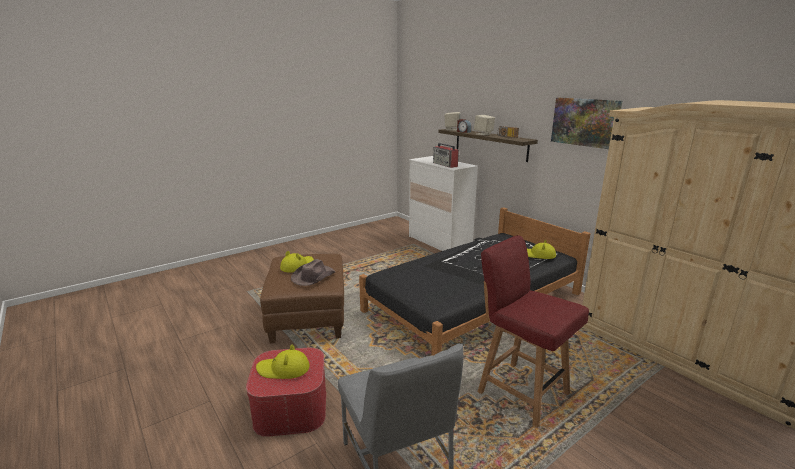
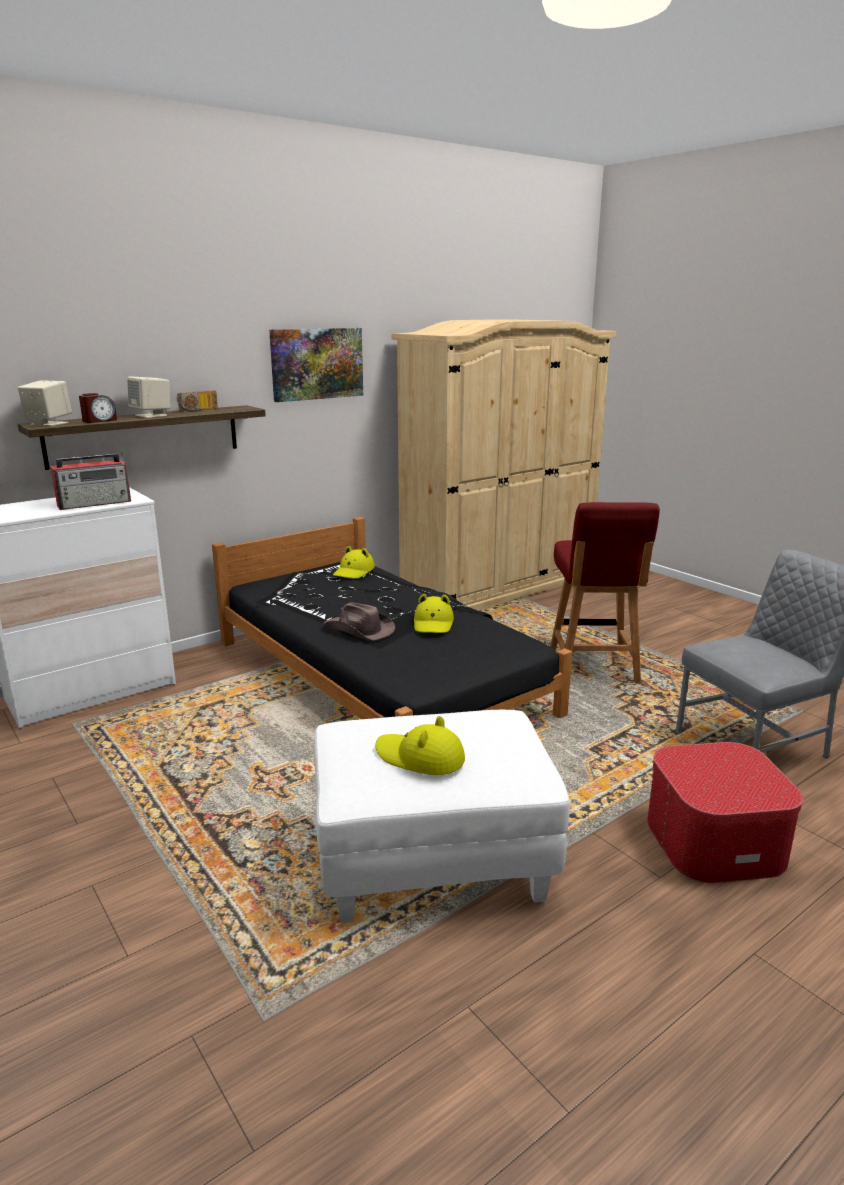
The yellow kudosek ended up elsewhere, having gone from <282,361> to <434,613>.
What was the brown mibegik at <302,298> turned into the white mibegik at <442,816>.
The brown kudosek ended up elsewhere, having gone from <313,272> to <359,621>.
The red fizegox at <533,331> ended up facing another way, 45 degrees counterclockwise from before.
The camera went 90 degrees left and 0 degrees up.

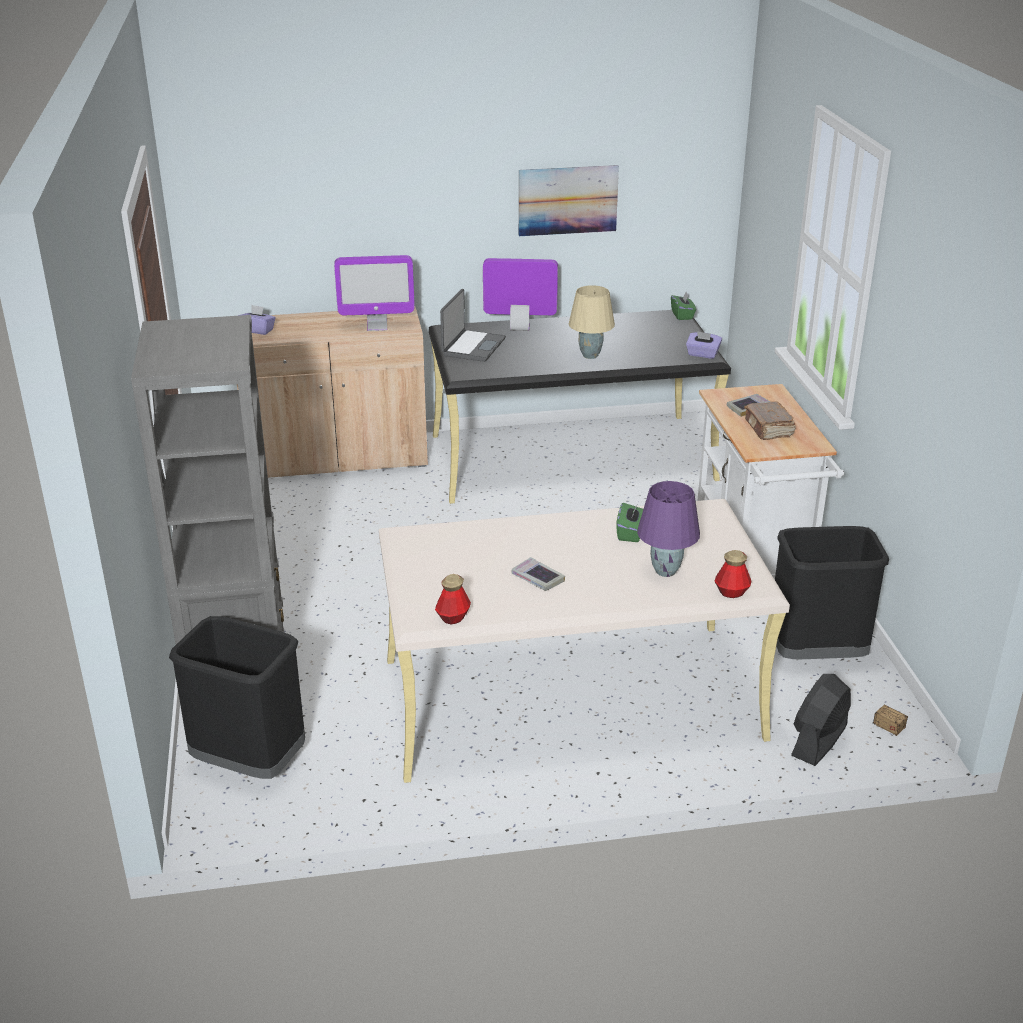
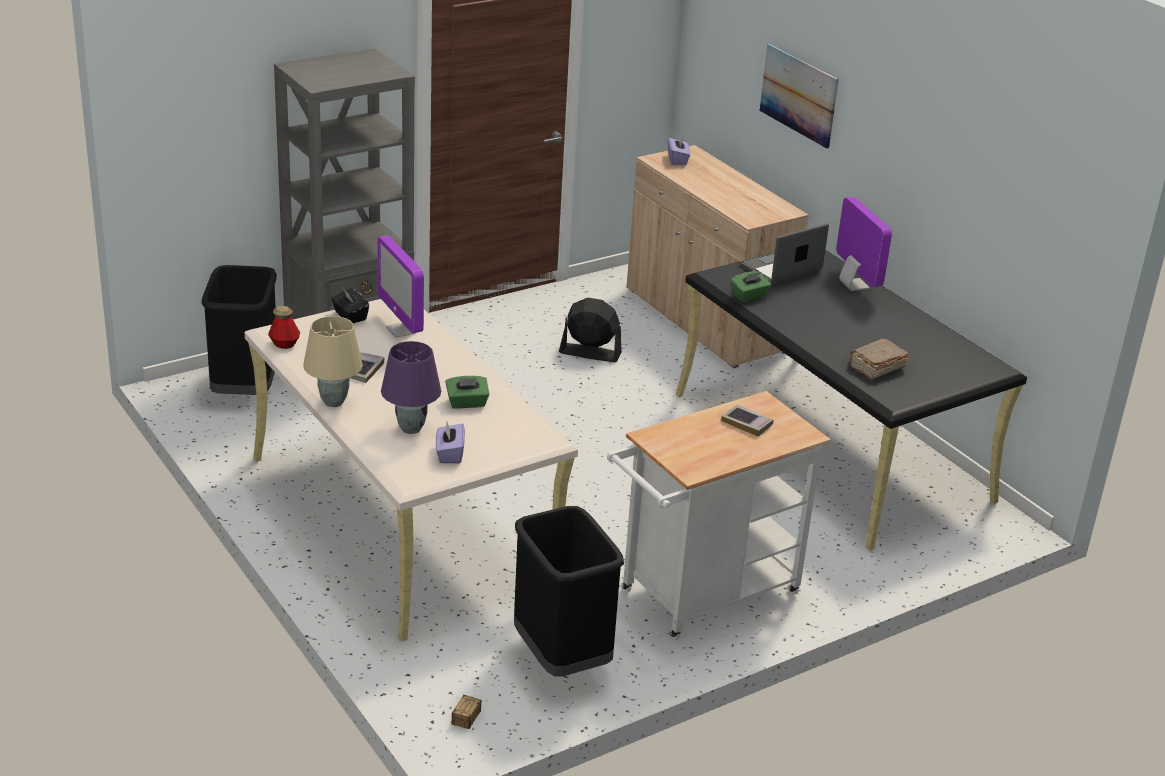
The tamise ended up elsewhere, having gone from <374,293> to <400,286>.
The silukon at <473,325> ended up facing another way, 150 degrees clockwise from before.
The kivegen ended up elsewhere, having gone from <569,200> to <799,96>.
The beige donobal ended up elsewhere, having gone from <592,322> to <333,361>.
The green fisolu ended up elsewhere, having gone from <683,306> to <751,286>.
The purple fisolu ended up elsewhere, having gone from <704,345> to <450,442>.
The second view lost the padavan at <732,574>.
The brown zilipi ended up elsewhere, having gone from <770,420> to <879,359>.
The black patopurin ended up elsewhere, having gone from <821,720> to <590,330>.
The second view gained the black fisolu at <350,305>.
The camera went 65 degrees right and 0 degrees up.

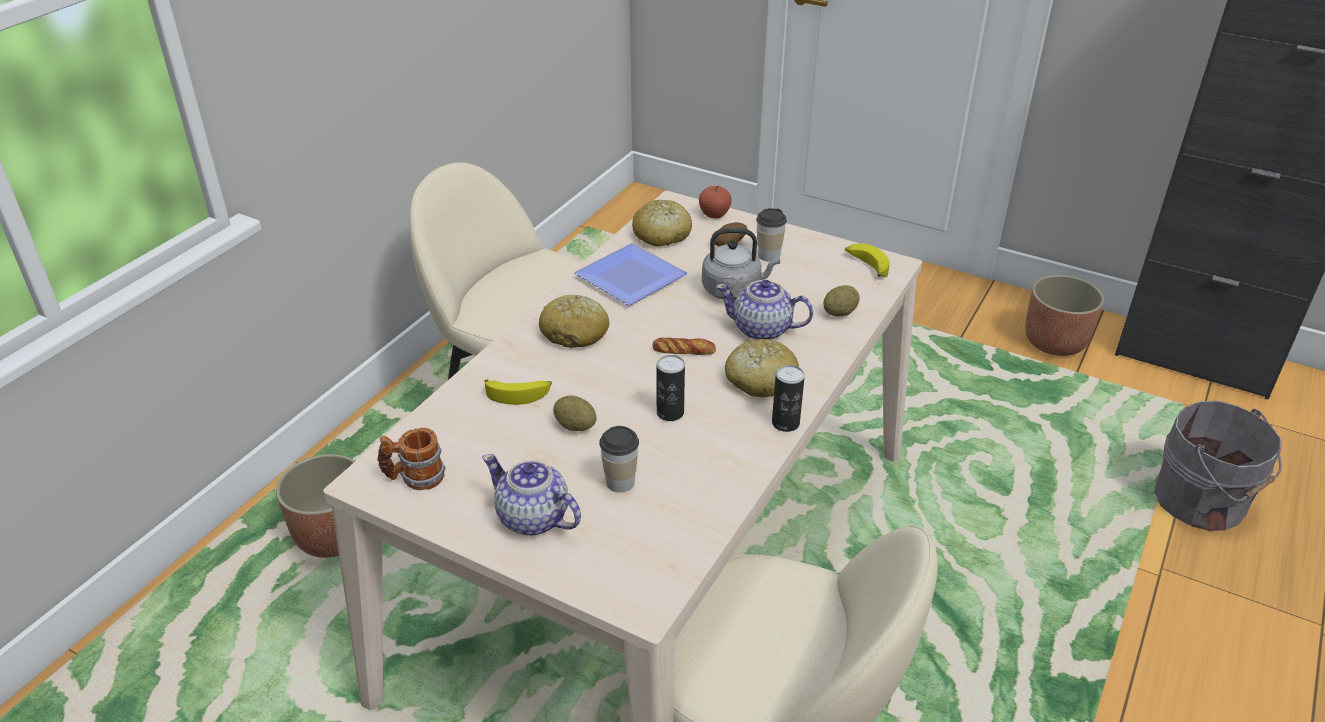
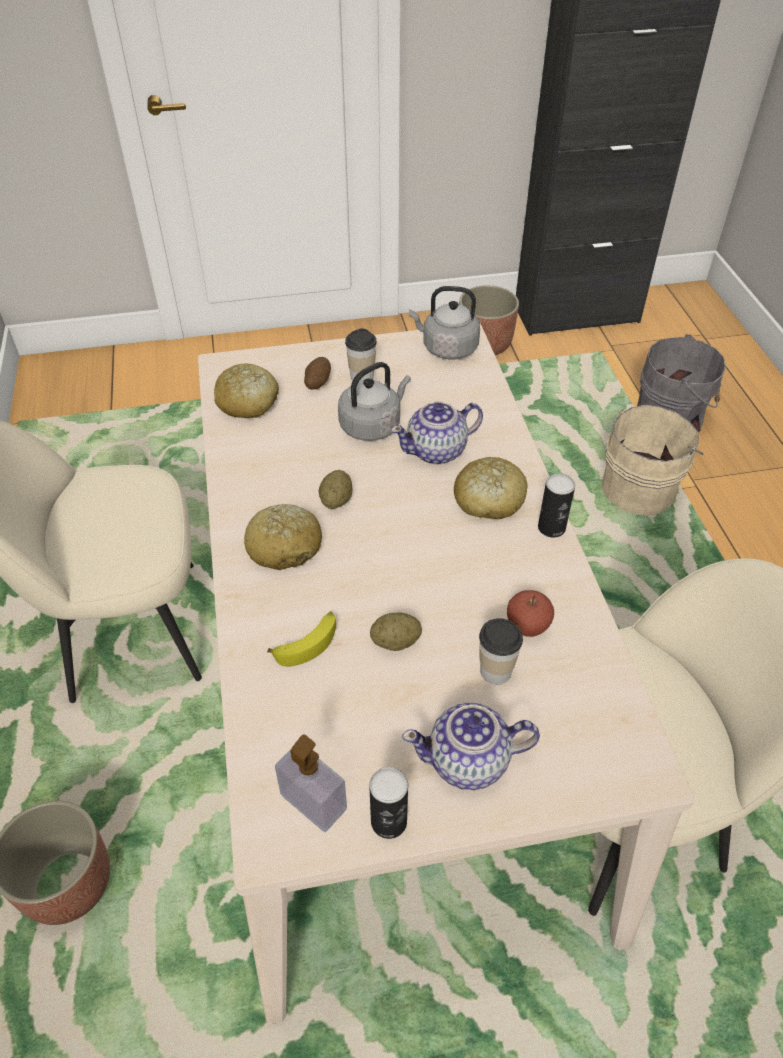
Where the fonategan stood at <411,459>, the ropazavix came to stand at <311,783>.
The second view lost the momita at <630,274>.
The second view lost the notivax at <684,346>.
The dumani ended up elsewhere, having gone from <671,388> to <388,803>.
The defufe ended up elsewhere, having gone from <715,202> to <530,613>.
The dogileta ended up elsewhere, having gone from <841,301> to <335,489>.
Where the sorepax stood at <867,260>, the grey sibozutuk came to stand at <444,322>.
The second view gained the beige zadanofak at <652,460>.
The camera went 40 degrees left and 10 degrees up.

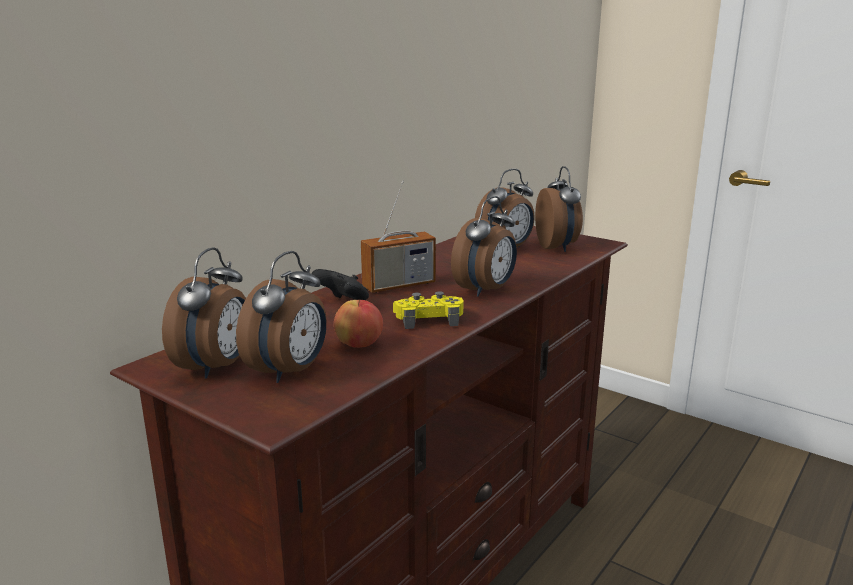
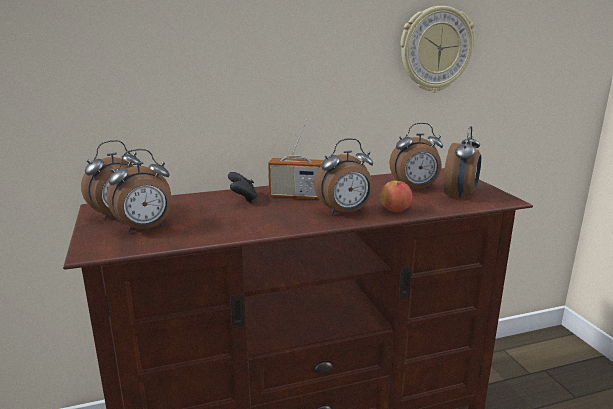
The defufe ended up elsewhere, having gone from <358,323> to <396,196>.
The second view lost the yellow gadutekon at <428,310>.
The second view gained the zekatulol at <437,49>.
The camera went 35 degrees right and 0 degrees up.

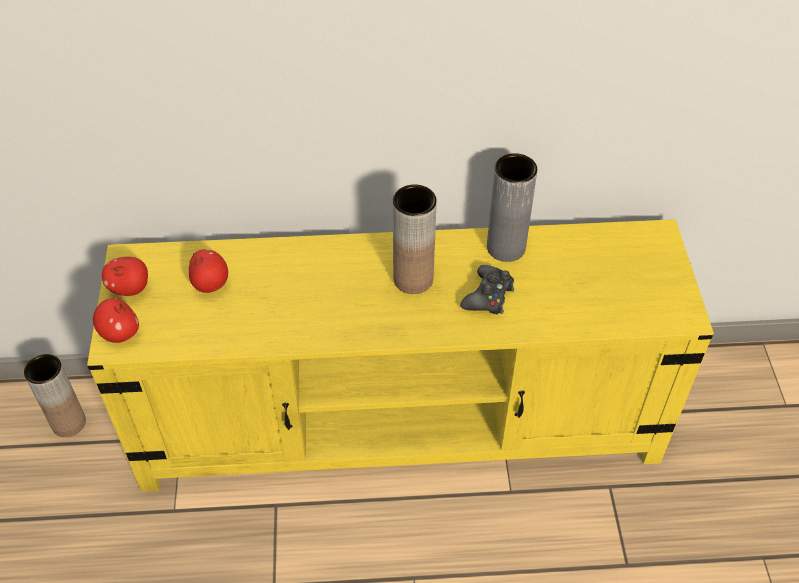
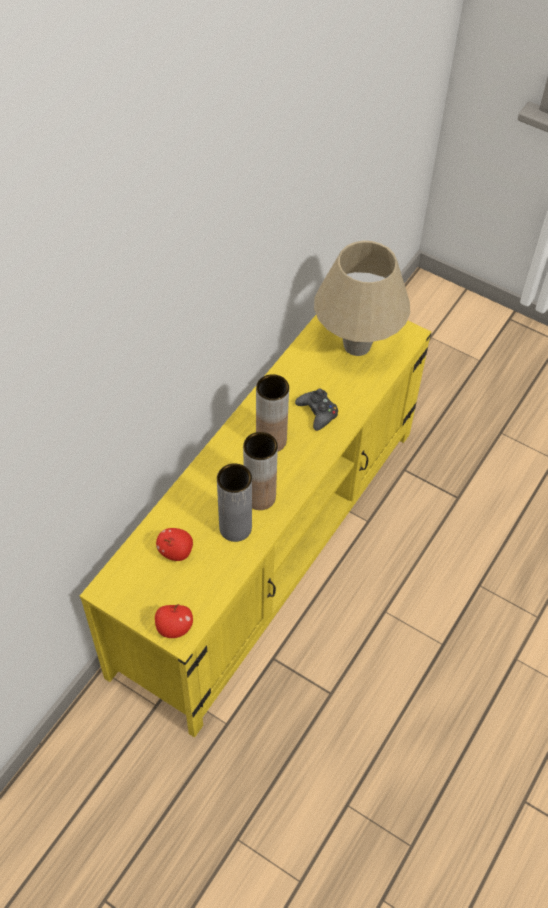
The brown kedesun ended up elsewhere, having gone from <55,395> to <260,471>.
The second view lost the defufe at <125,276>.
The grey kedesun ended up elsewhere, having gone from <512,207> to <234,502>.
The second view gained the beige donobal at <362,298>.
The camera went 55 degrees left and 5 degrees up.

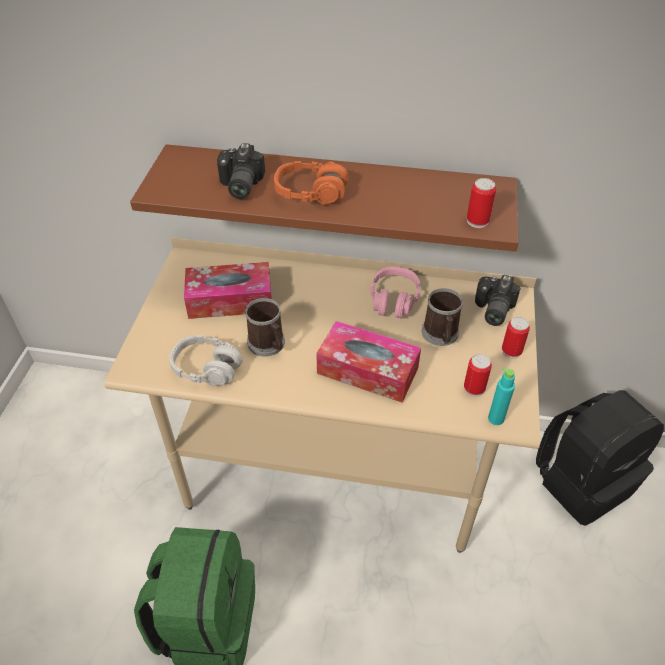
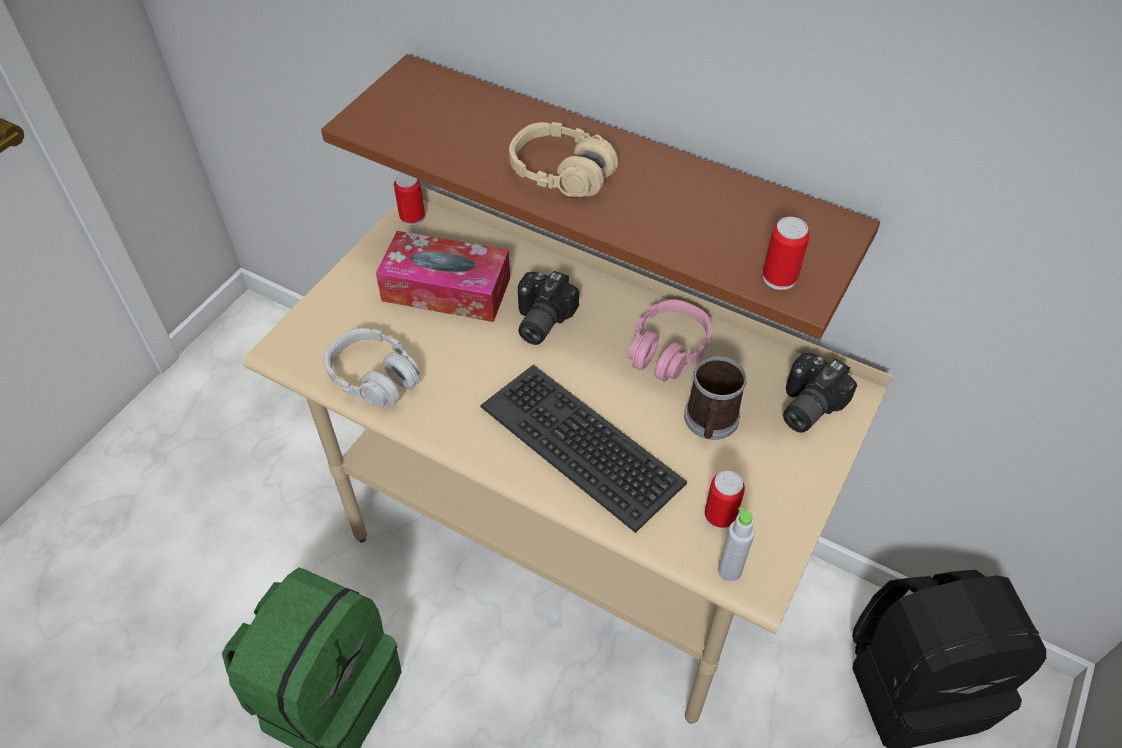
The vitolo ended up elsewhere, having gone from <241,171> to <548,308>.
The second view lost the fonategan at <265,327>.
What was the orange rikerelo at <311,183> turned into the beige rikerelo at <563,159>.
Where the fisolu stood at <368,362>, the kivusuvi came to stand at <583,449>.
What was the turquoise padavan at <501,396> turned into the grey padavan at <736,544>.
The dumani ended up elsewhere, having gone from <516,338> to <409,199>.
The camera went 20 degrees right and 5 degrees up.

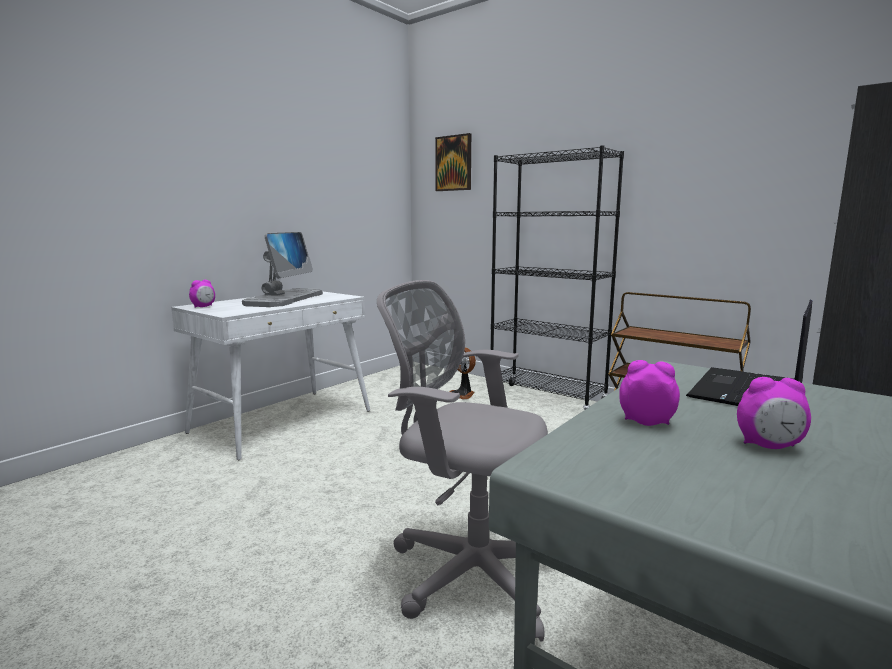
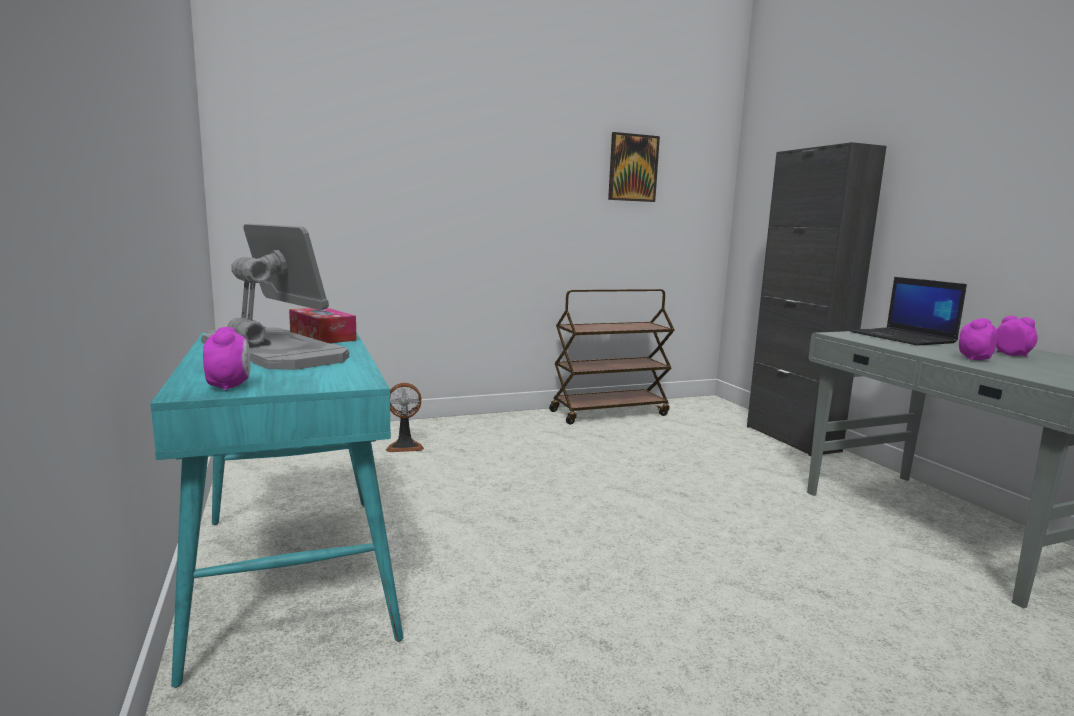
What was the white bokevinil at <270,376> turned into the turquoise bokevinil at <276,509>.
The second view lost the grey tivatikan at <462,460>.
The kivegen ended up elsewhere, having gone from <453,162> to <634,167>.
The second view lost the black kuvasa at <557,277>.
The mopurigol at <774,413> ended up facing another way, 75 degrees counterclockwise from before.
The second view gained the fisolu at <323,325>.
The camera went 60 degrees left and 0 degrees up.

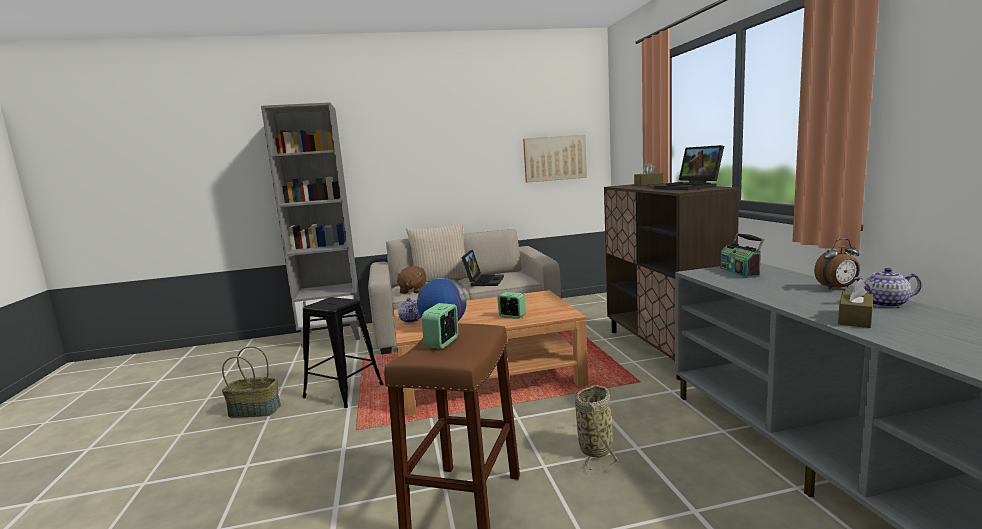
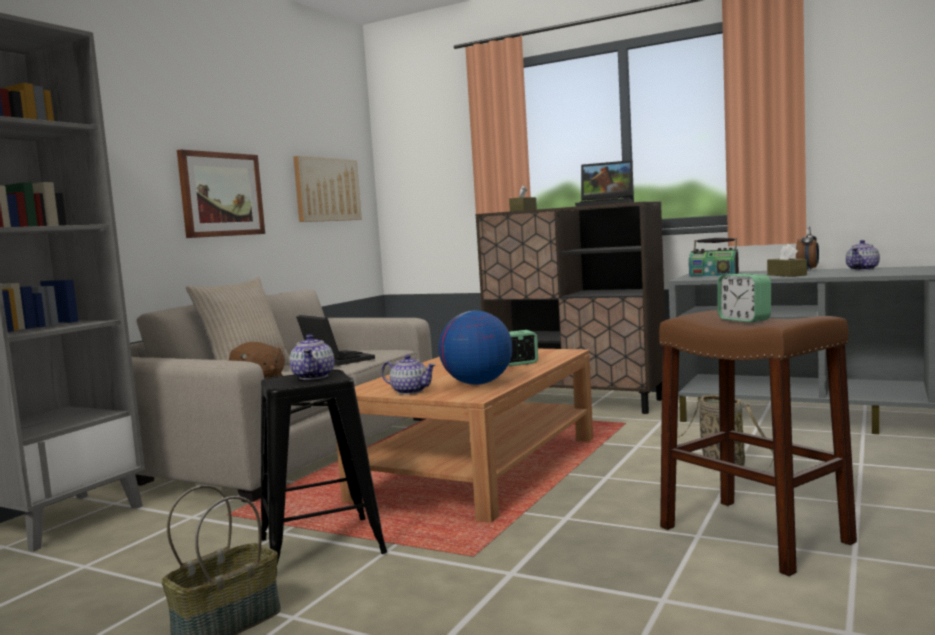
The brown fisolu ended up elsewhere, having gone from <855,303> to <787,260>.
The second view gained the kivegen at <221,194>.
The second view gained the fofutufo at <312,357>.
The camera went 50 degrees left and 5 degrees down.

